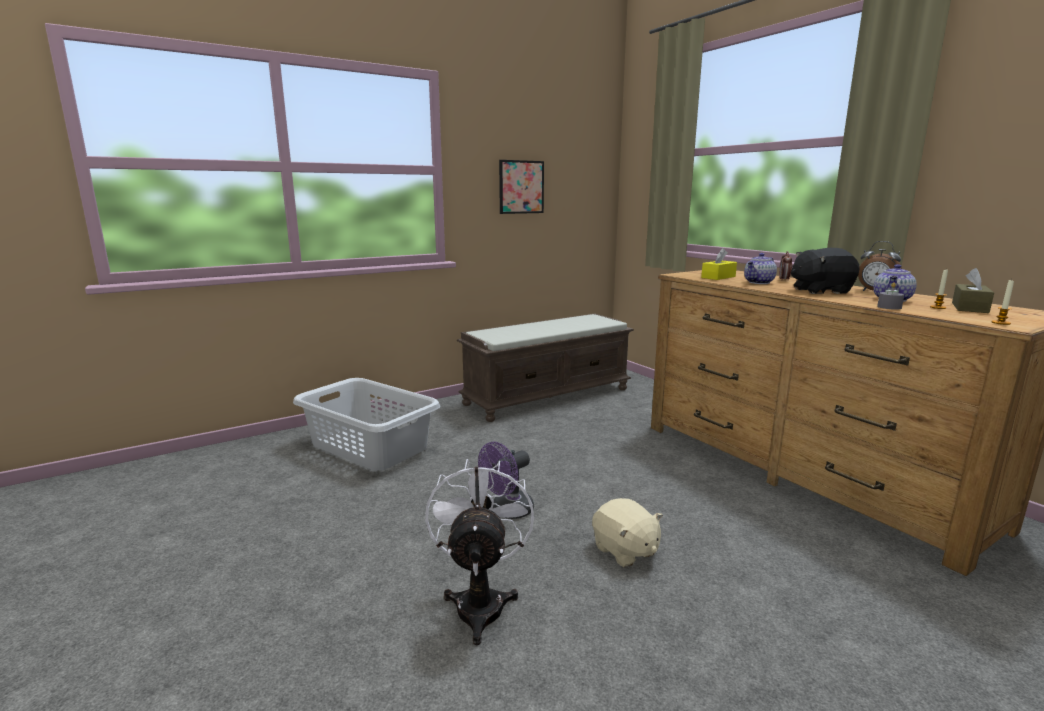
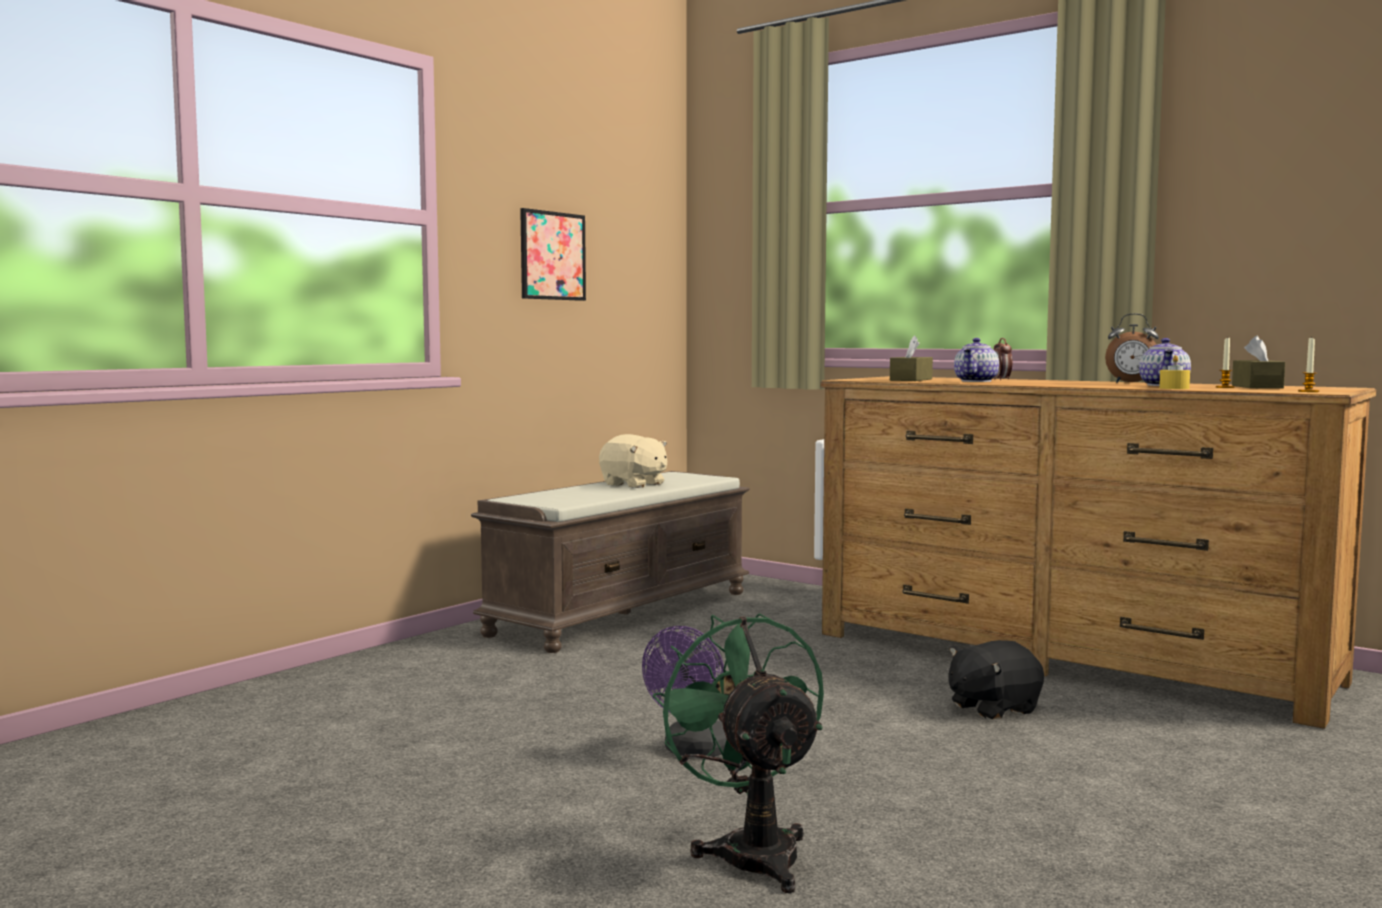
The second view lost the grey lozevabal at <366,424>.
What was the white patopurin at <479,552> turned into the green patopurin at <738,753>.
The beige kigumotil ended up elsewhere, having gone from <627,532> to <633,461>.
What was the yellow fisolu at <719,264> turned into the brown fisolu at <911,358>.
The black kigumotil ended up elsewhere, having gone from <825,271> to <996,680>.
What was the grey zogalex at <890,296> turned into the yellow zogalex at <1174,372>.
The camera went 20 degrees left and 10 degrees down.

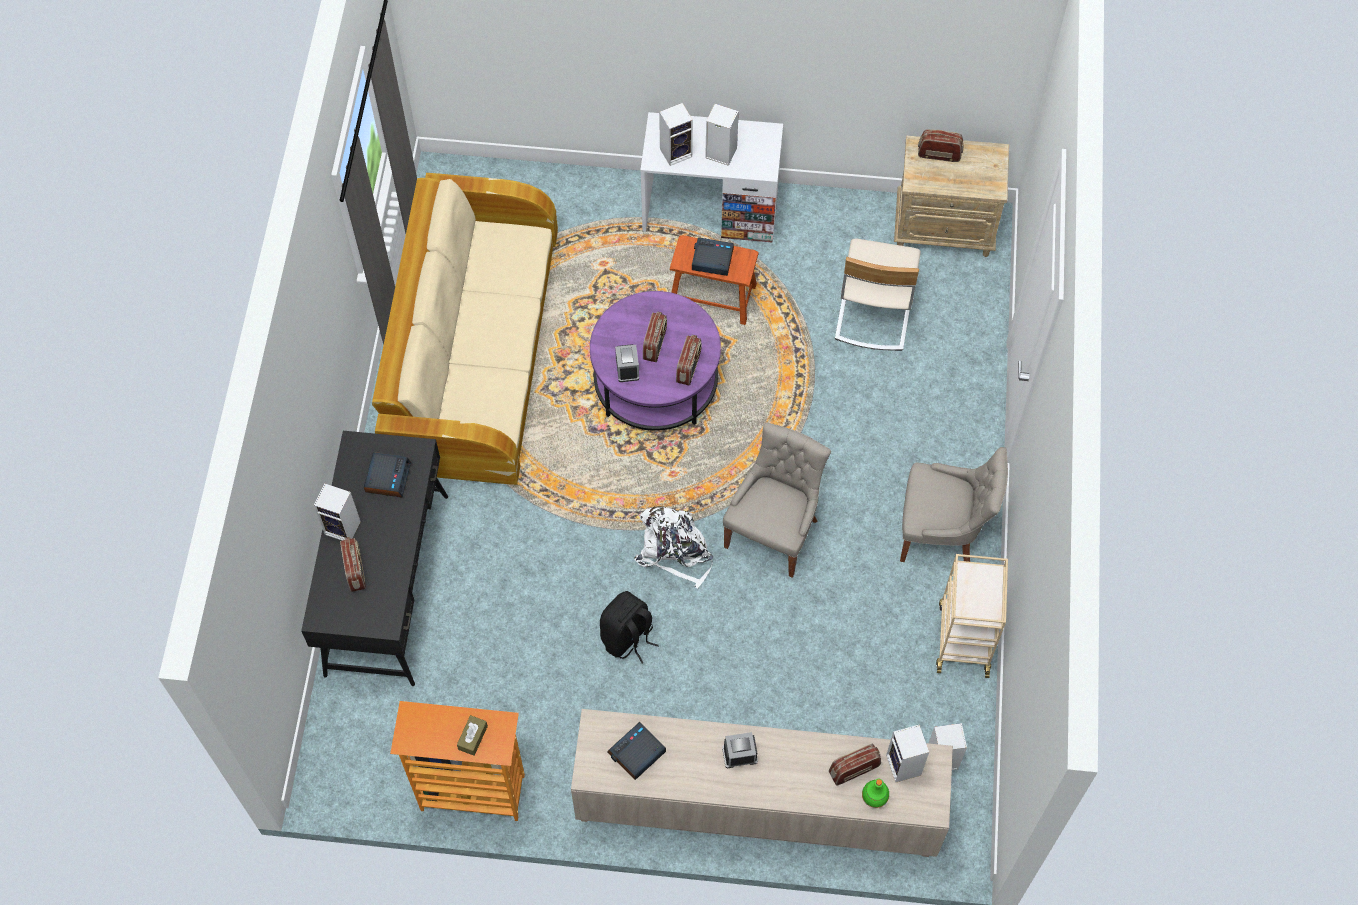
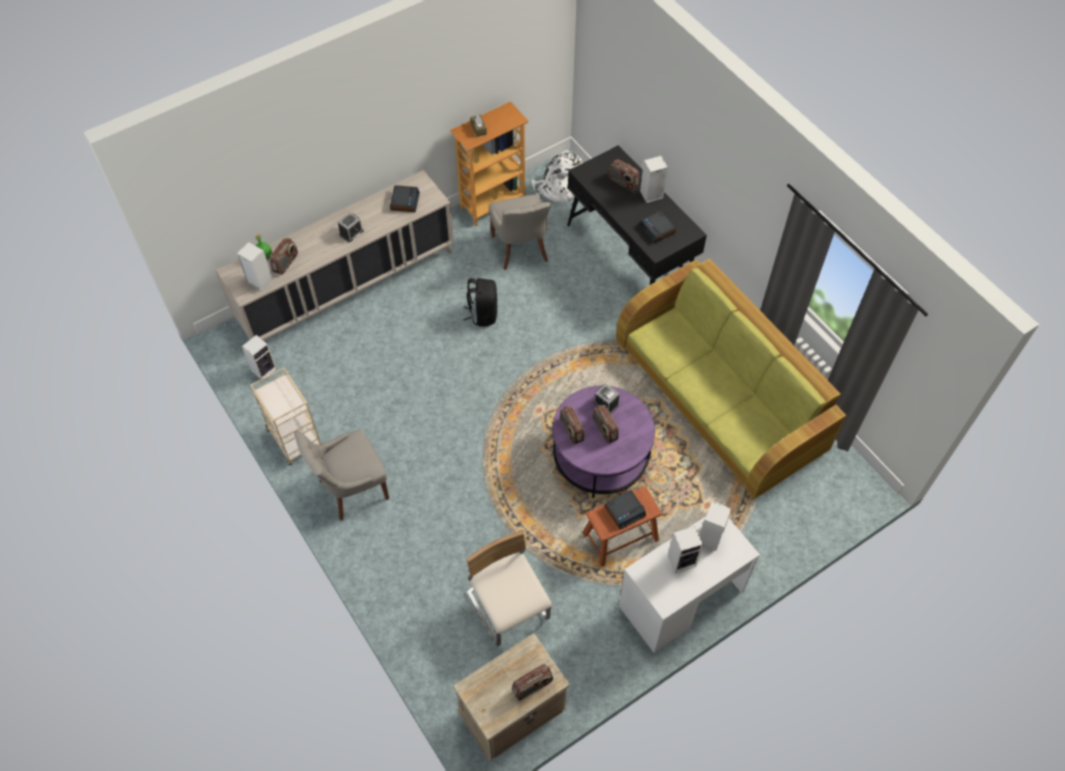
What was the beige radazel at <465,329> turned into the green radazel at <731,379>.
The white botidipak ended up elsewhere, having gone from <673,547> to <557,176>.
The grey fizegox ended up elsewhere, having gone from <777,500> to <520,232>.
The camera went 140 degrees right and 5 degrees down.

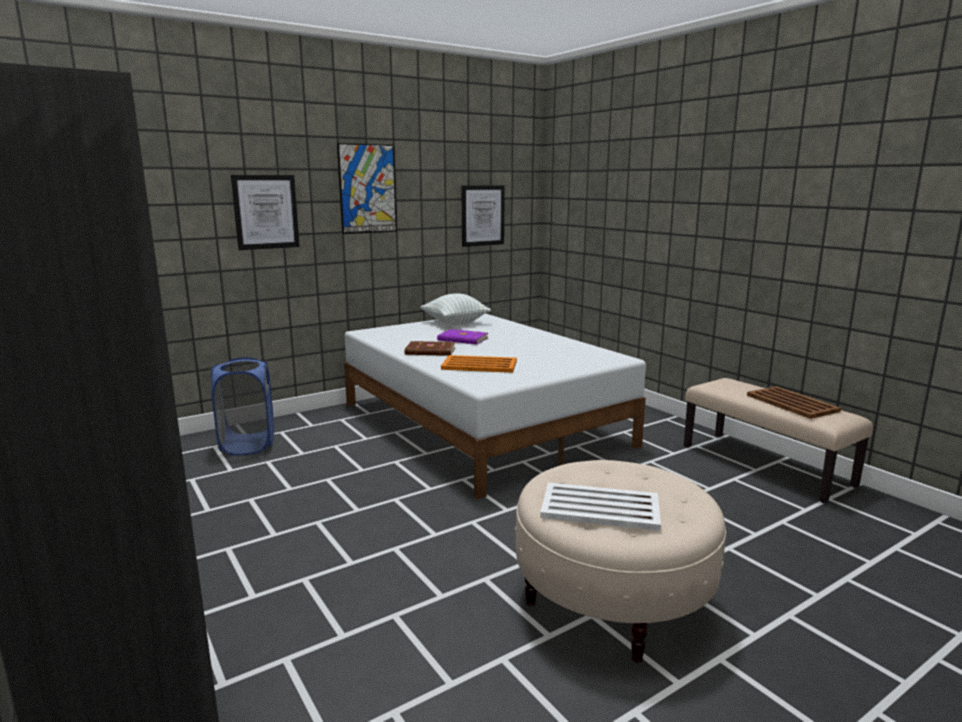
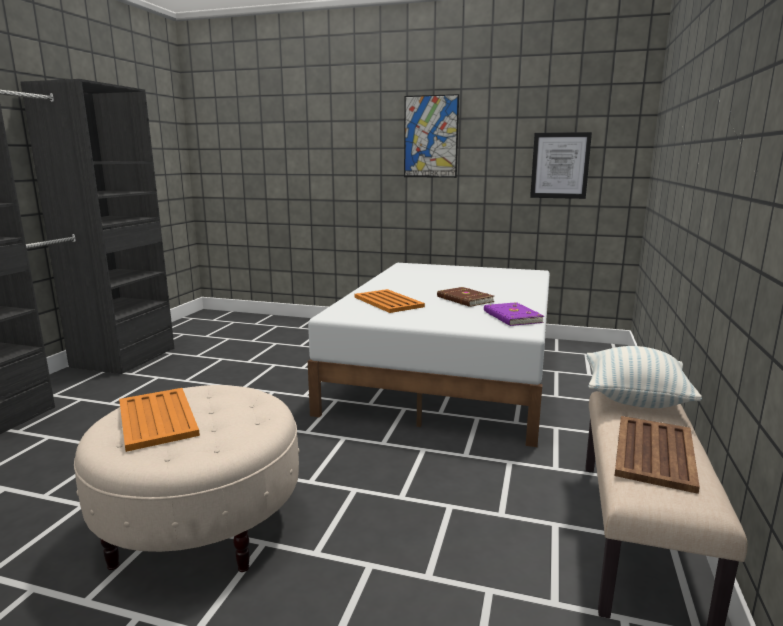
The second view lost the blue lozevabal at <242,406>.
The second view lost the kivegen at <265,212>.
The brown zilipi ended up elsewhere, having gone from <430,348> to <465,297>.
The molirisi ended up elsewhere, having gone from <455,309> to <644,377>.
The purple zilipi ended up elsewhere, having gone from <462,336> to <514,314>.
What was the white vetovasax at <600,507> turned into the orange vetovasax at <159,420>.
The camera went 50 degrees right and 0 degrees up.

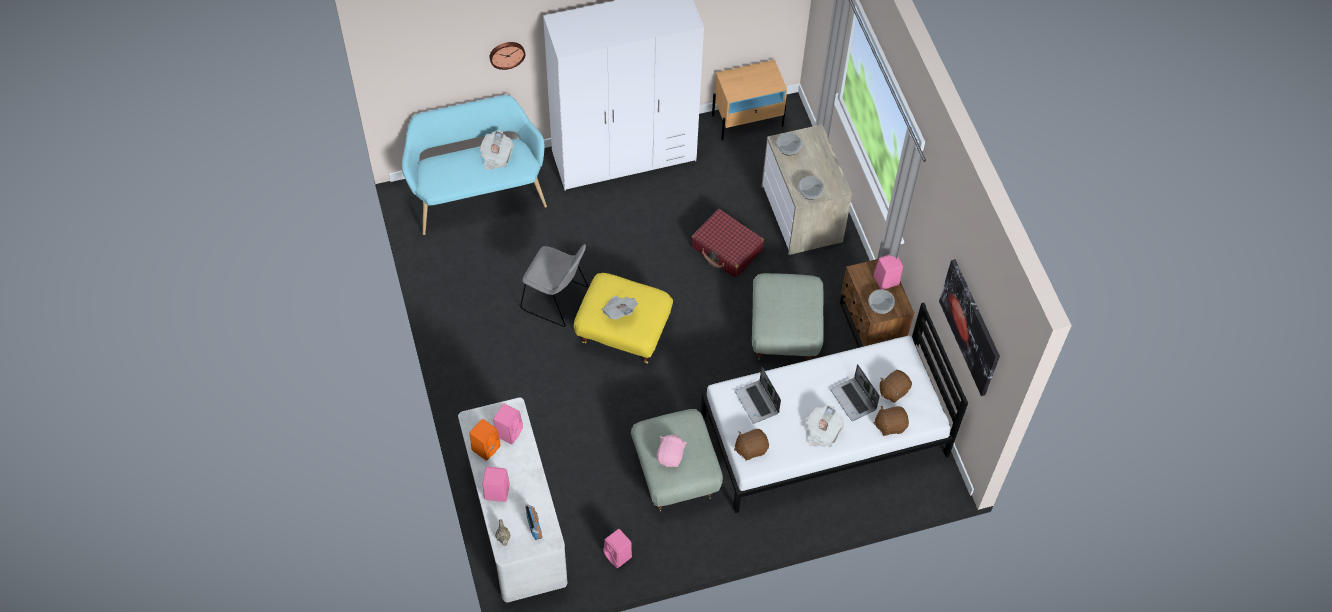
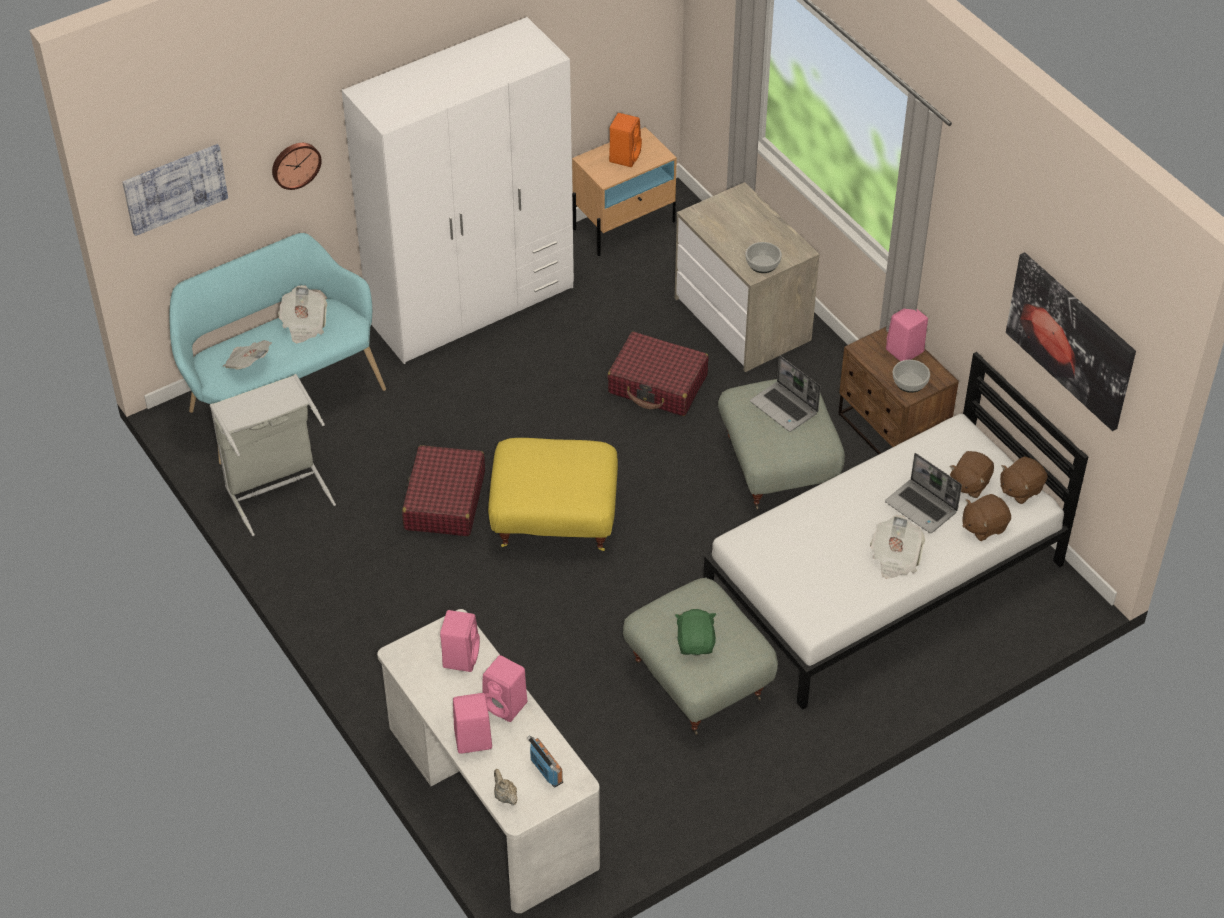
The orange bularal ended up elsewhere, having gone from <485,440> to <625,140>.
Where the grey fizegox stood at <554,285>, the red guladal came to stand at <443,490>.
The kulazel ended up elsewhere, having gone from <619,307> to <247,354>.
The pink bularal ended up elsewhere, having gone from <617,548> to <504,688>.
What was the pink kigumotil at <672,451> turned into the green kigumotil at <695,632>.
The brown kigumotil ended up elsewhere, having gone from <751,445> to <1024,480>.
The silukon ended up elsewhere, having gone from <758,395> to <785,394>.
The second view lost the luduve at <789,143>.
The second view gained the kivegen at <175,190>.
The second view gained the grey lozevabal at <273,455>.
The camera went 15 degrees left and 10 degrees down.

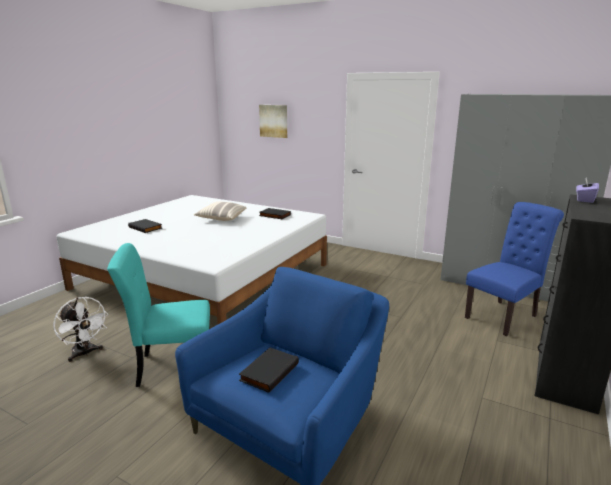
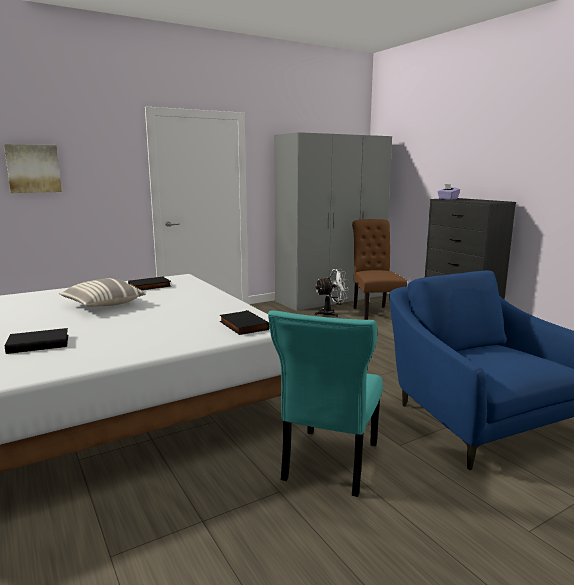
The white patopurin ended up elsewhere, having gone from <81,329> to <331,293>.
The black zilipi ended up elsewhere, having gone from <269,370> to <245,322>.
What was the blue fizegox at <514,269> turned into the brown fizegox at <379,269>.
The camera went 60 degrees left and 5 degrees down.

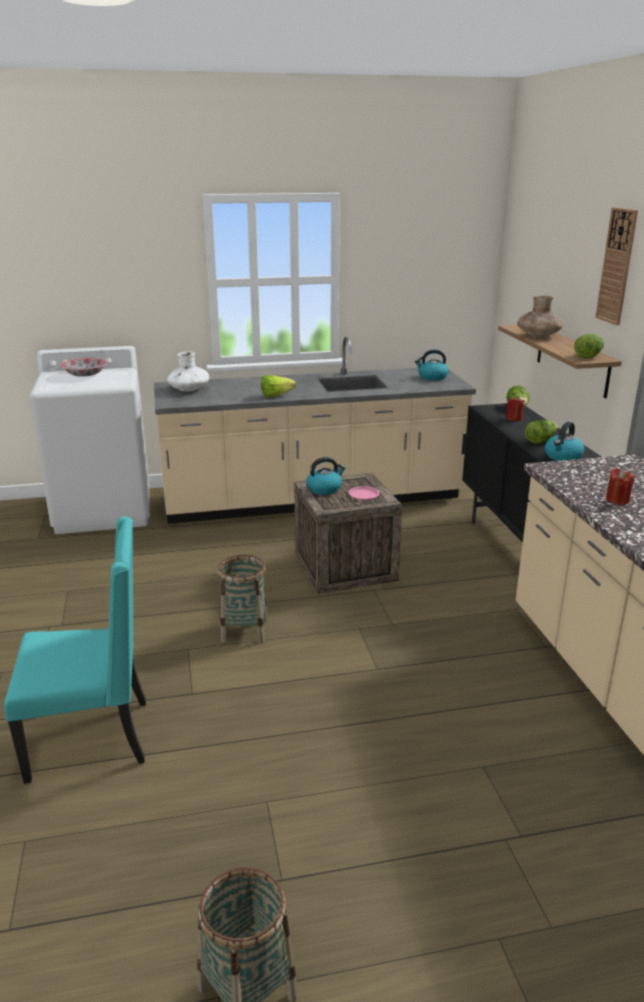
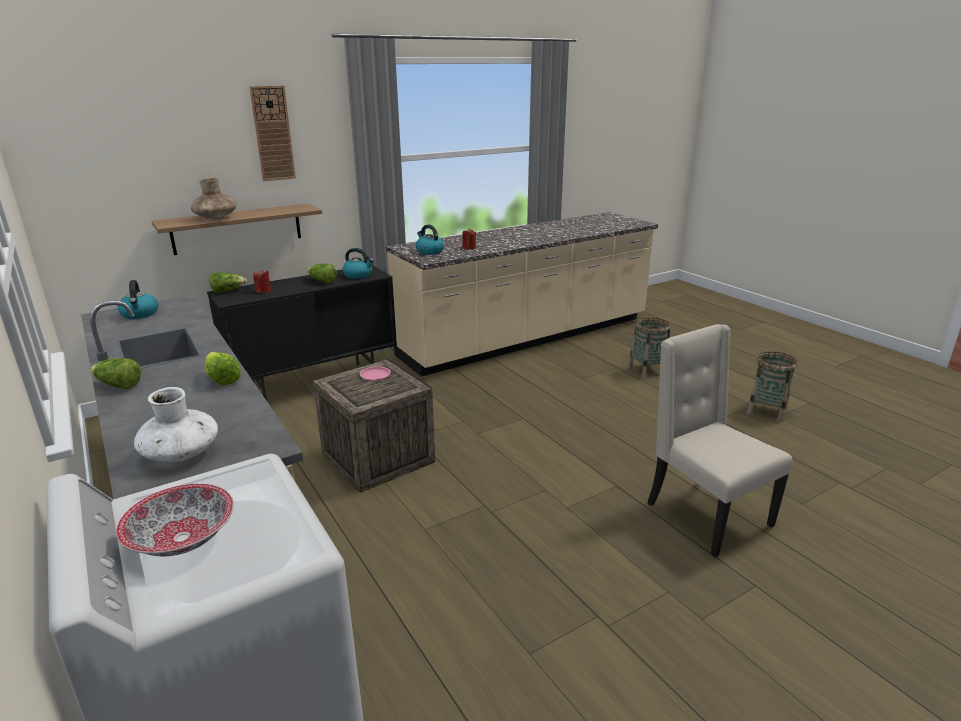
What was the turquoise fizegox at <75,650> turned into the beige fizegox at <720,440>.
The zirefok ended up elsewhere, having gone from <243,599> to <649,348>.
The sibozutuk ended up elsewhere, having gone from <326,476> to <430,240>.
The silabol ended up elsewhere, having gone from <589,346> to <115,373>.
The camera went 110 degrees left and 0 degrees up.

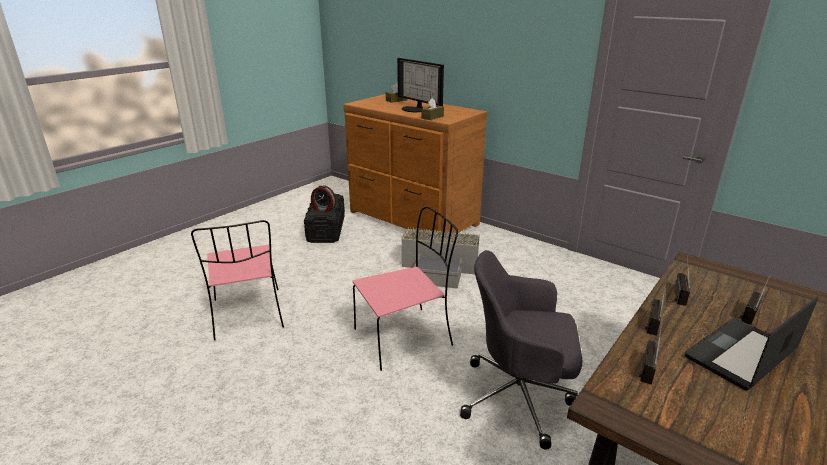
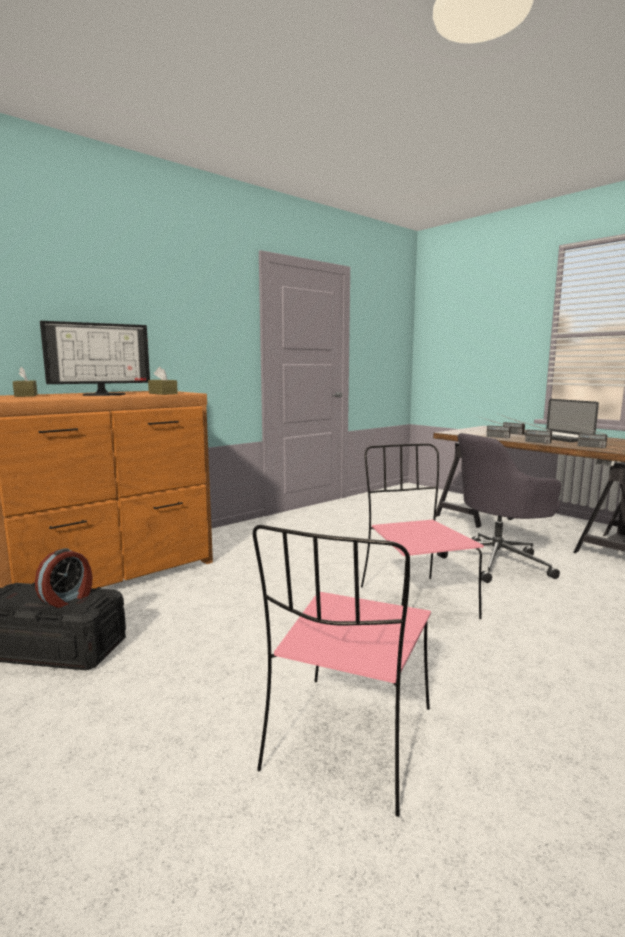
The pink fizegox at <237,280> ended up facing another way, 120 degrees clockwise from before.
The second view lost the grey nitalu at <441,258>.
The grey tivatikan at <521,350> ended up facing another way, 45 degrees clockwise from before.
The camera went 80 degrees left and 15 degrees down.

